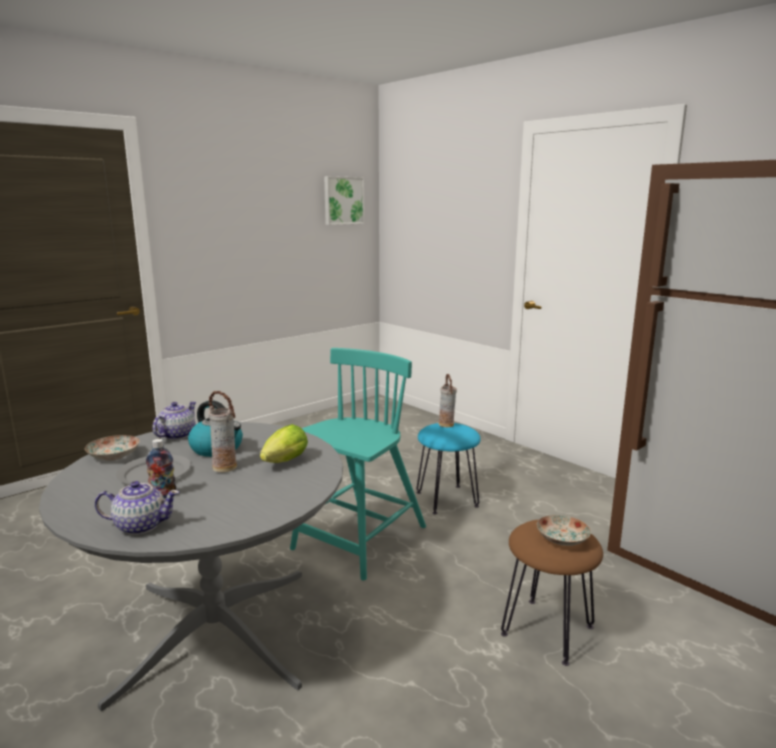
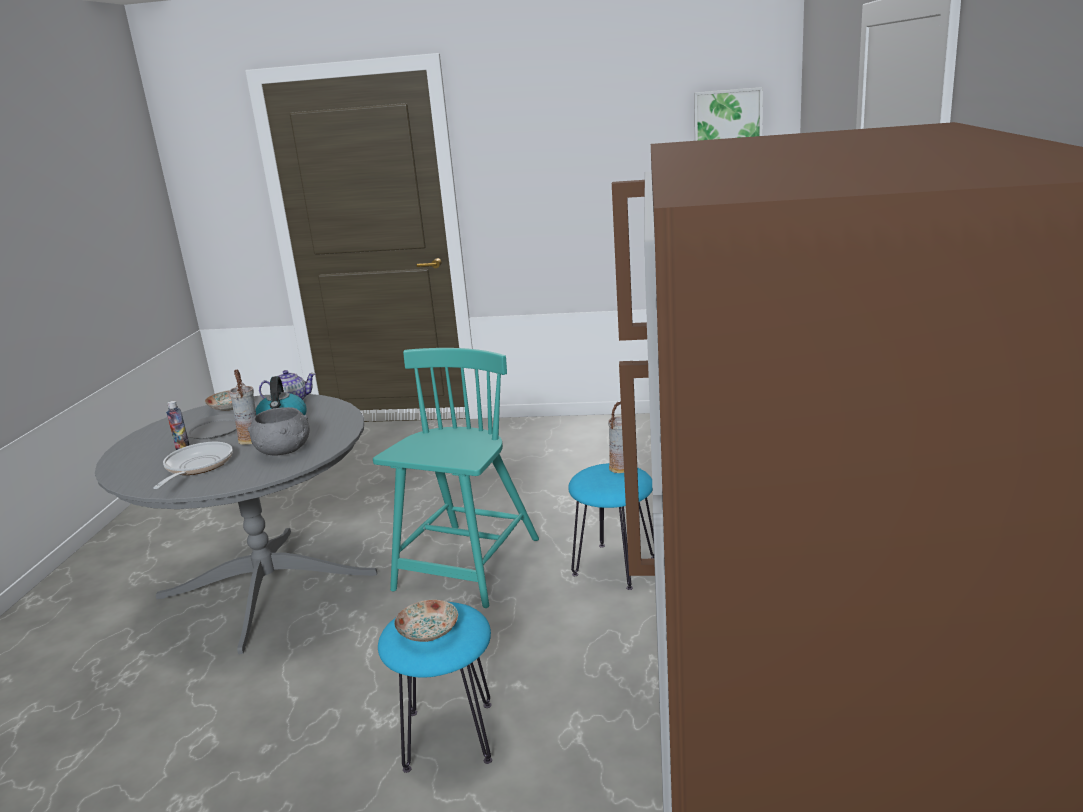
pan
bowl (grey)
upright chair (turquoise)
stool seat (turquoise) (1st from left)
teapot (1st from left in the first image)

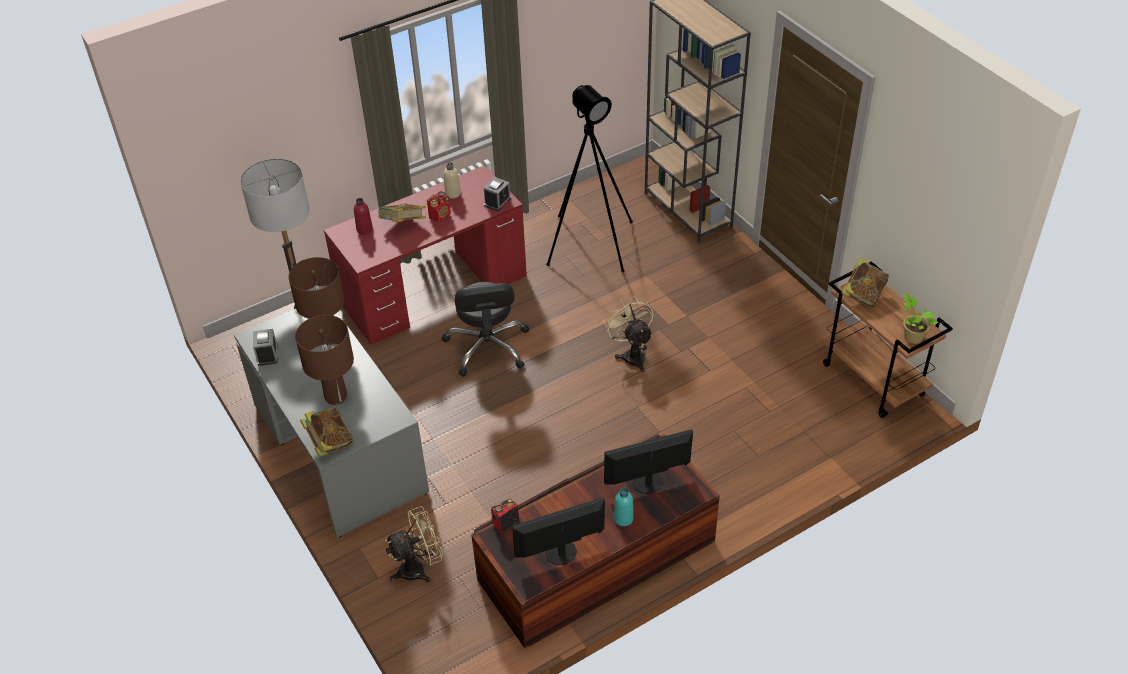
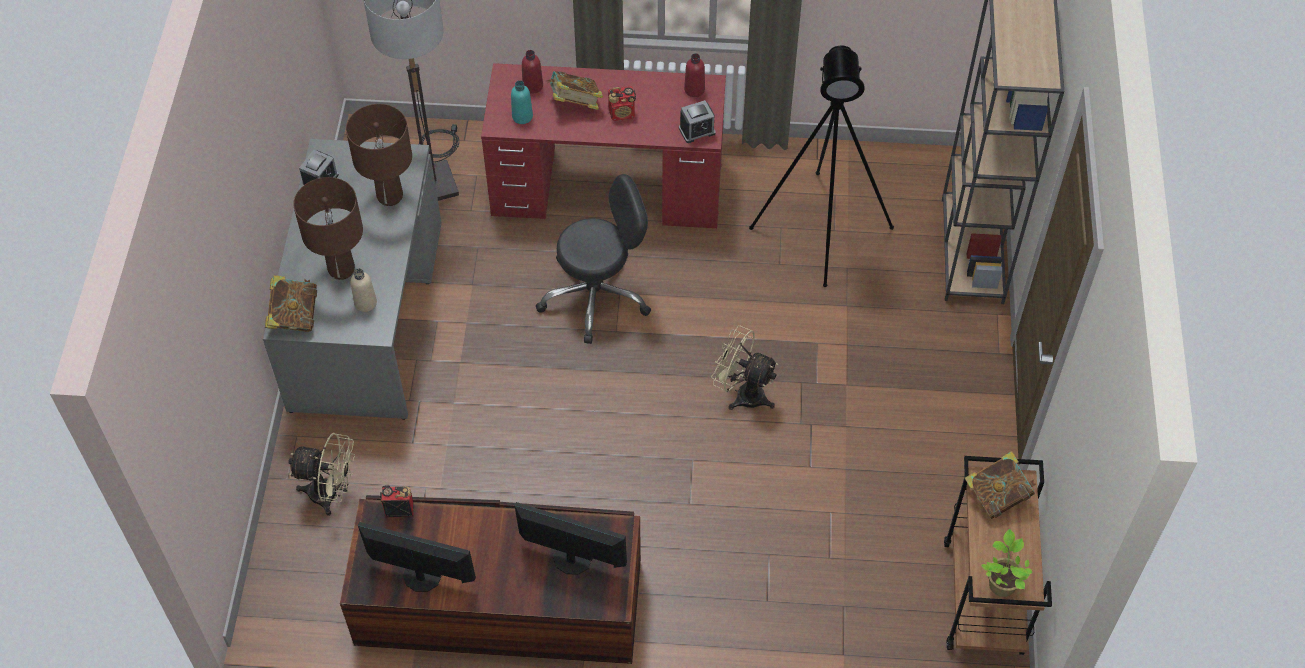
beverage bottle (sand-coloured)
beverage bottle (turquoise)
computer chair (blackish)
beverage bottle (red-coloured) (2nd from left)
cooling fan (sand-coloured) (2nd from left)

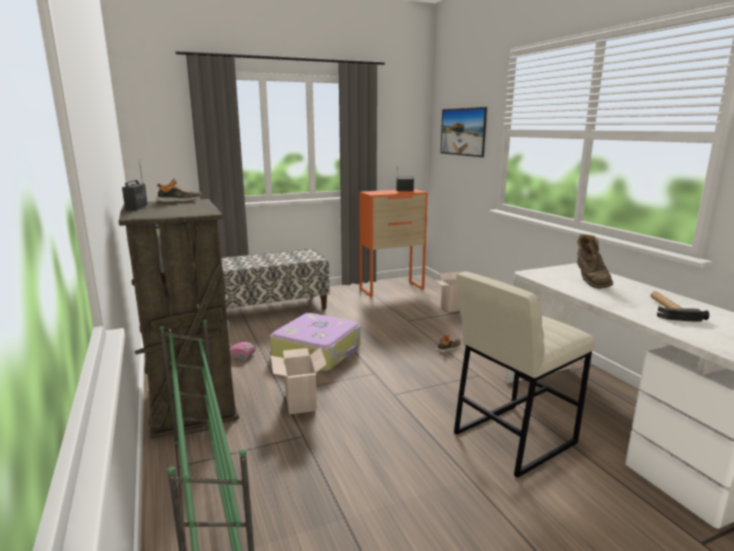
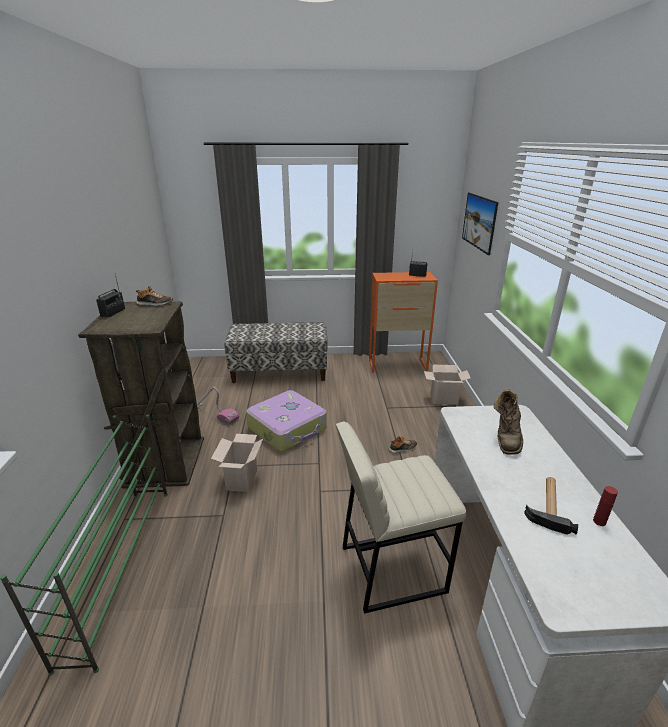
beverage bottle (red-coloured)

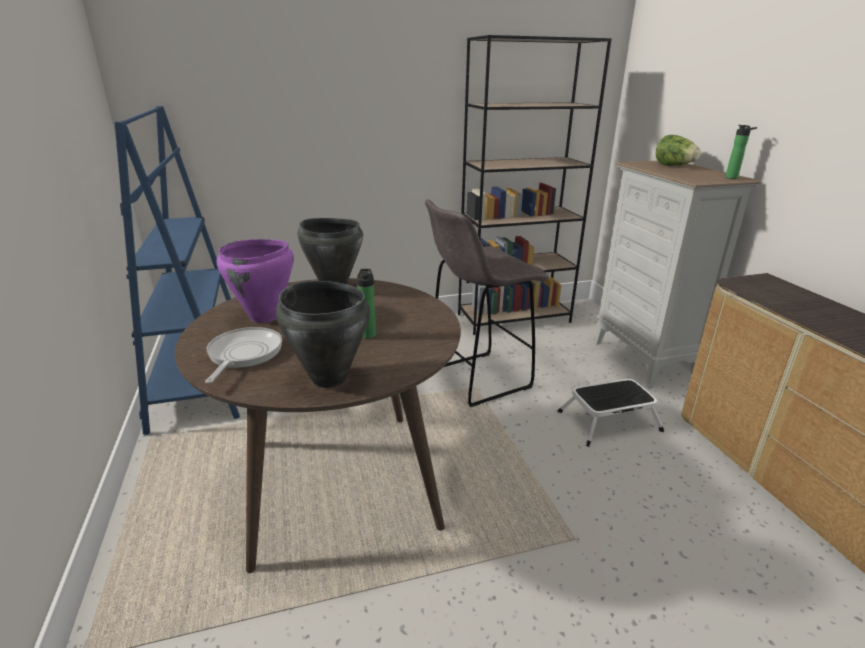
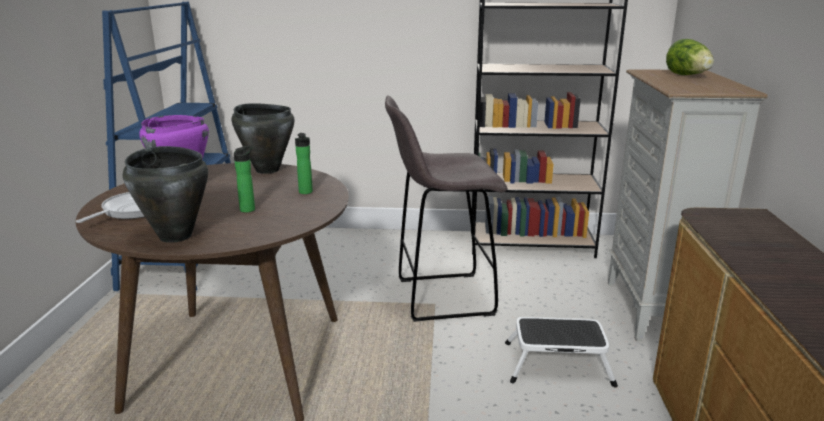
beverage bottle (2nd from left)

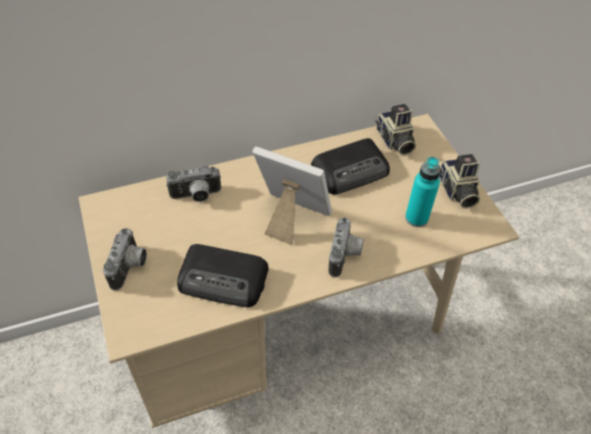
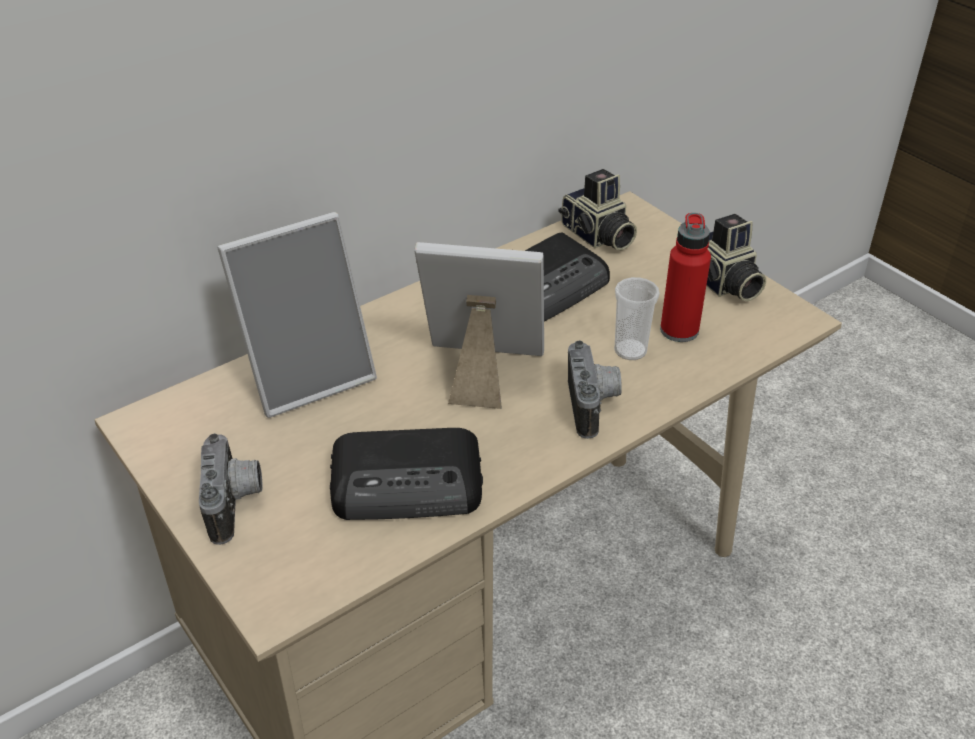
photo frame (1st from left)
small cup
beverage bottle (red-coloured)

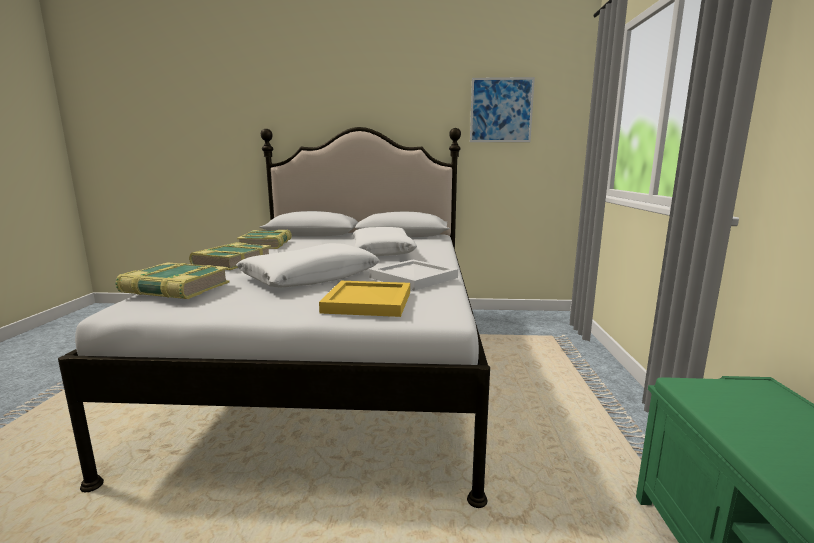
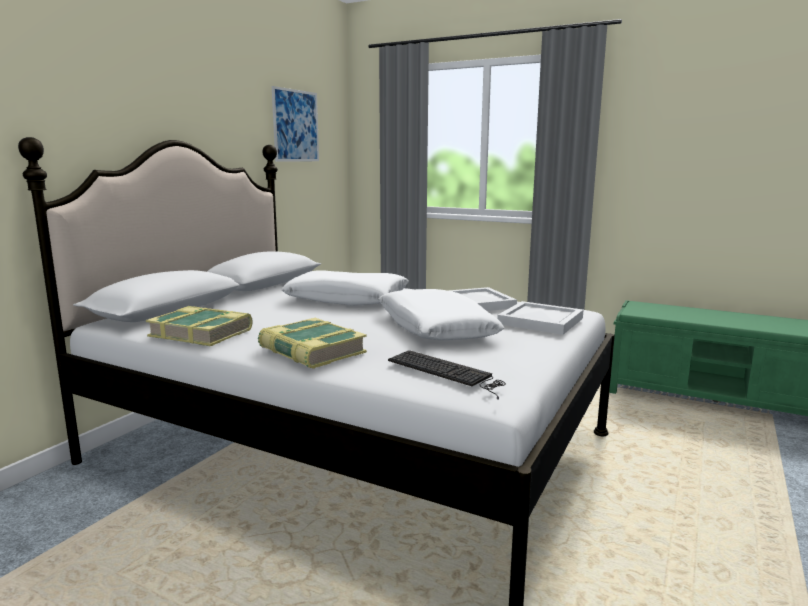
computer keyboard
serving tray (white-coloured) (2nd from left)

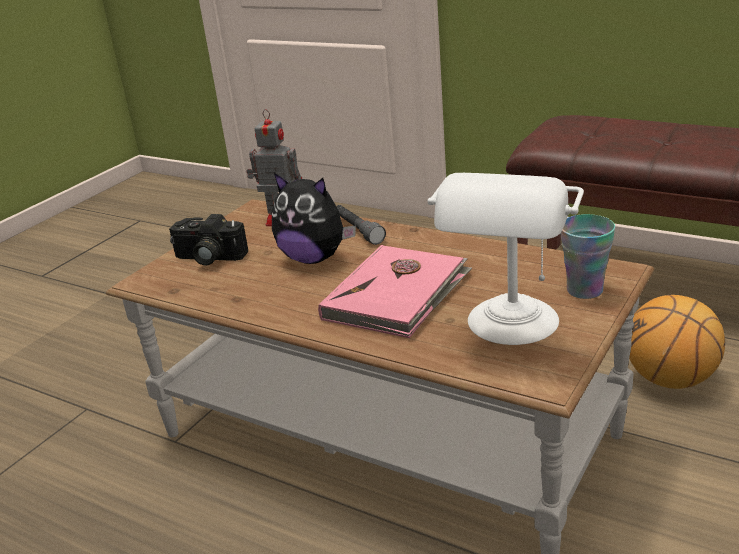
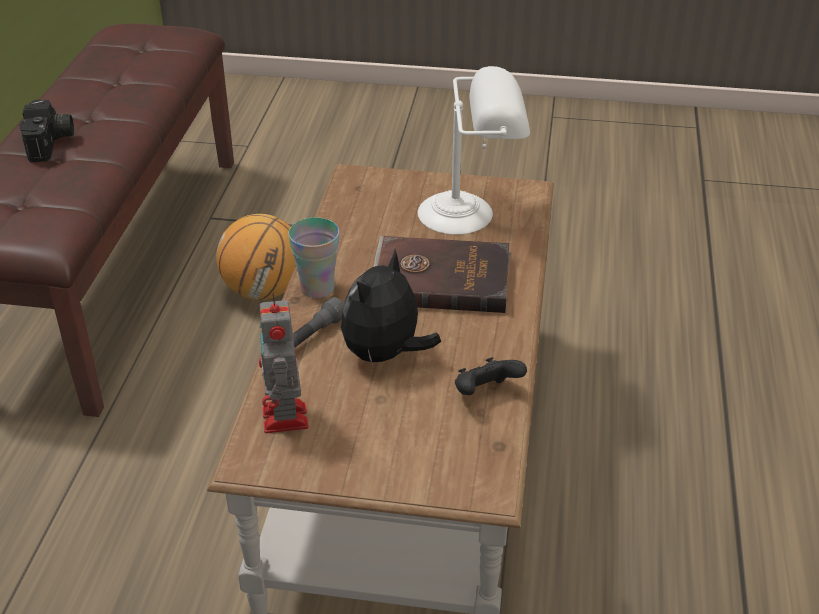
still camera
small cup
soft toy
book (brownish)
gamepad (blackish)

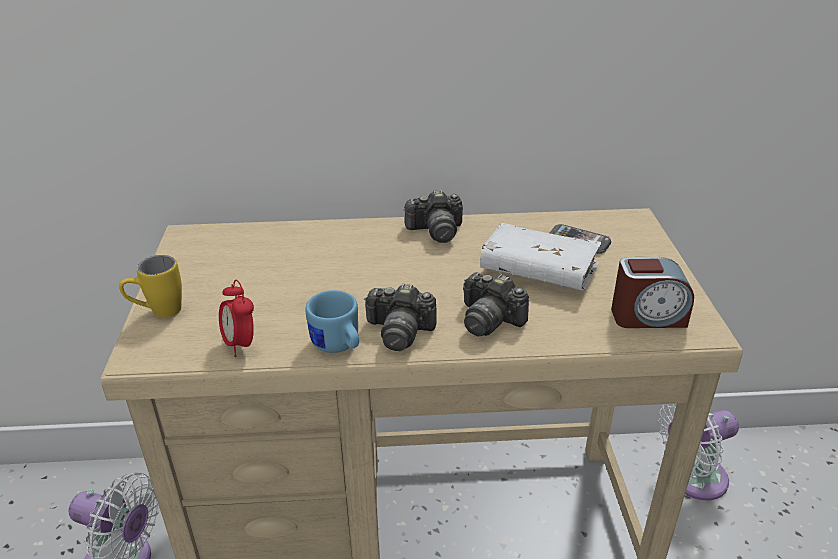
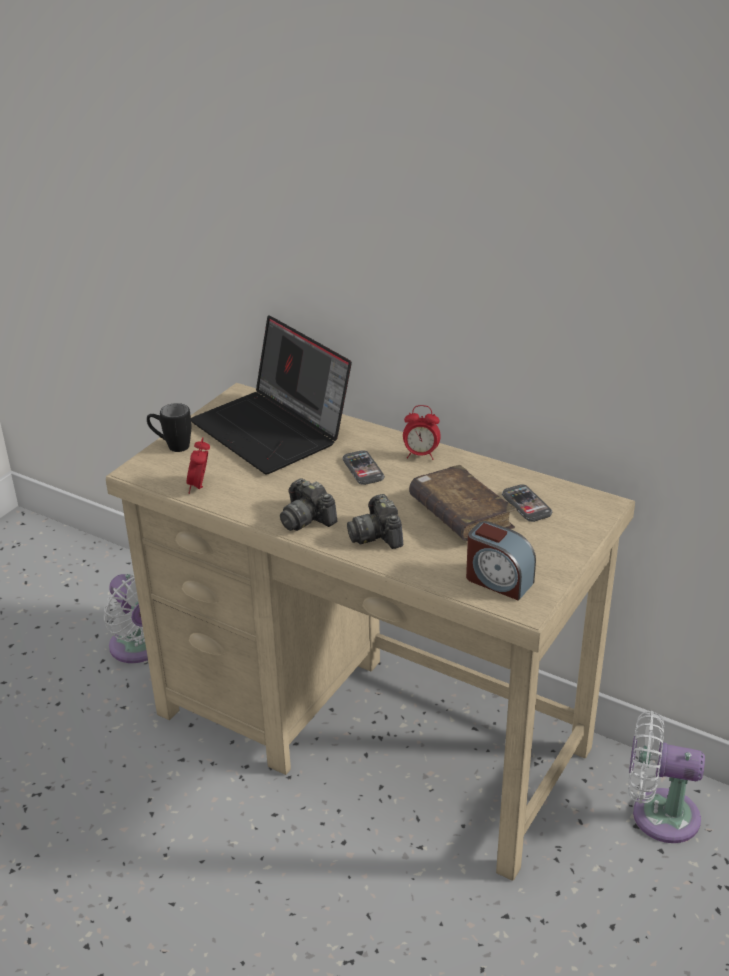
mug (blackish)
portable computer
handset (1st from left)
alarm clock (2nd from left)
book (brownish)
mug (bluish)

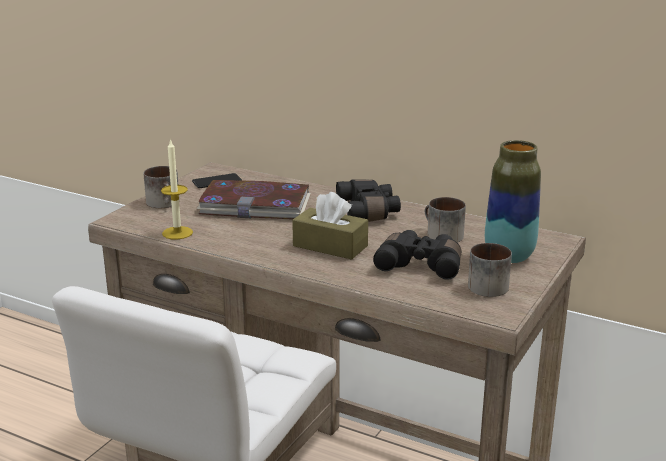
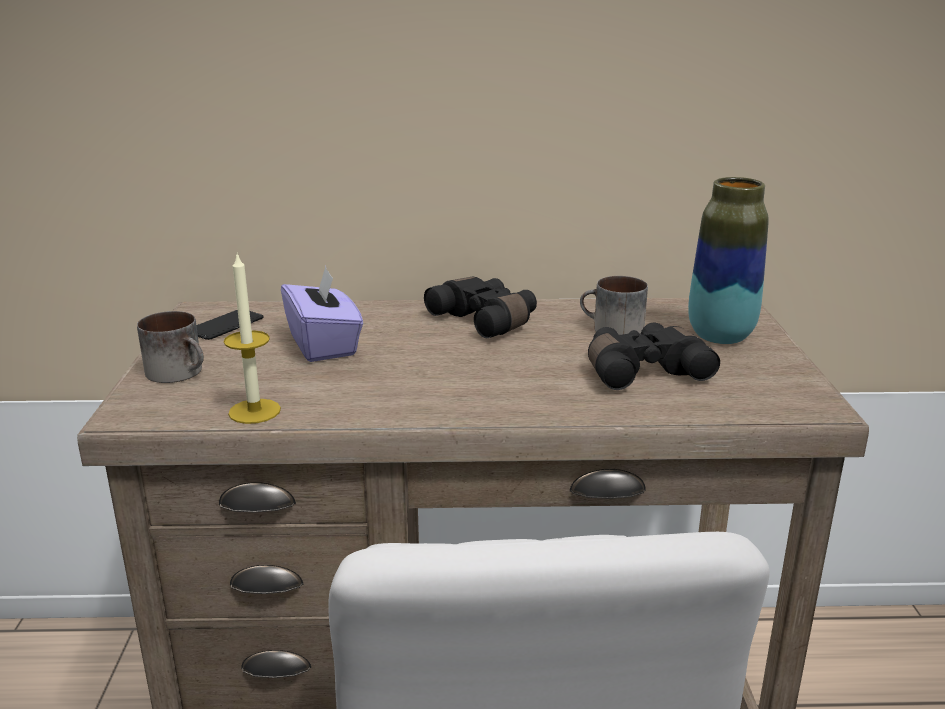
box of tissues (purplish)
box of tissues (brownish)
mug (3rd from left in the first image)

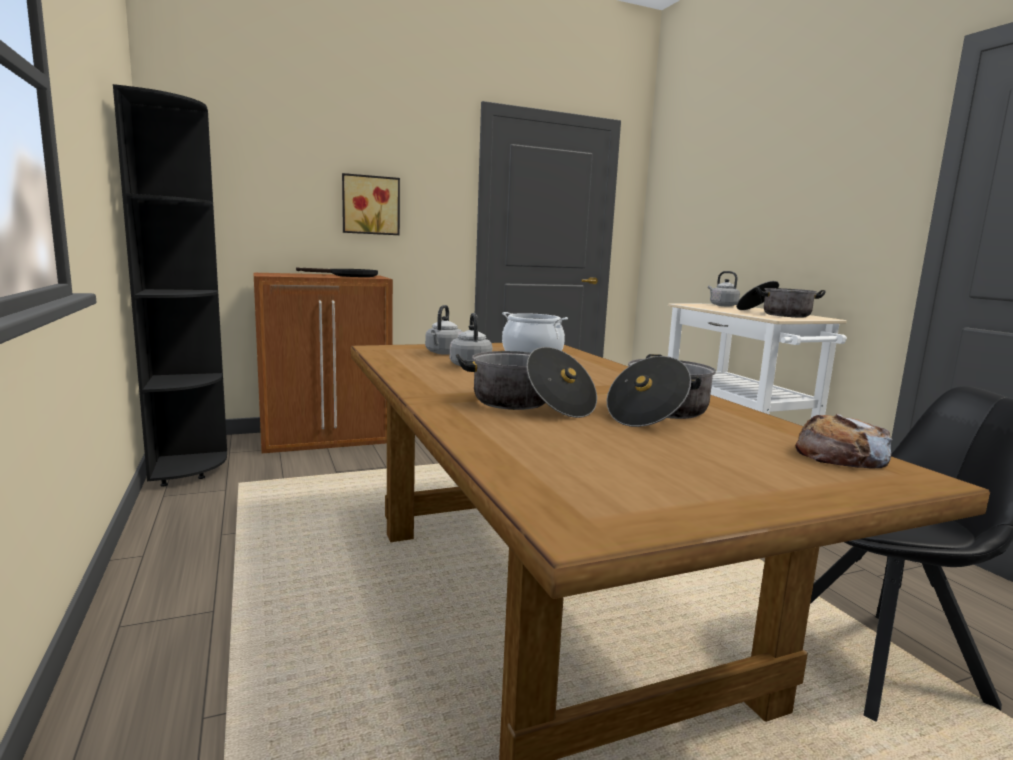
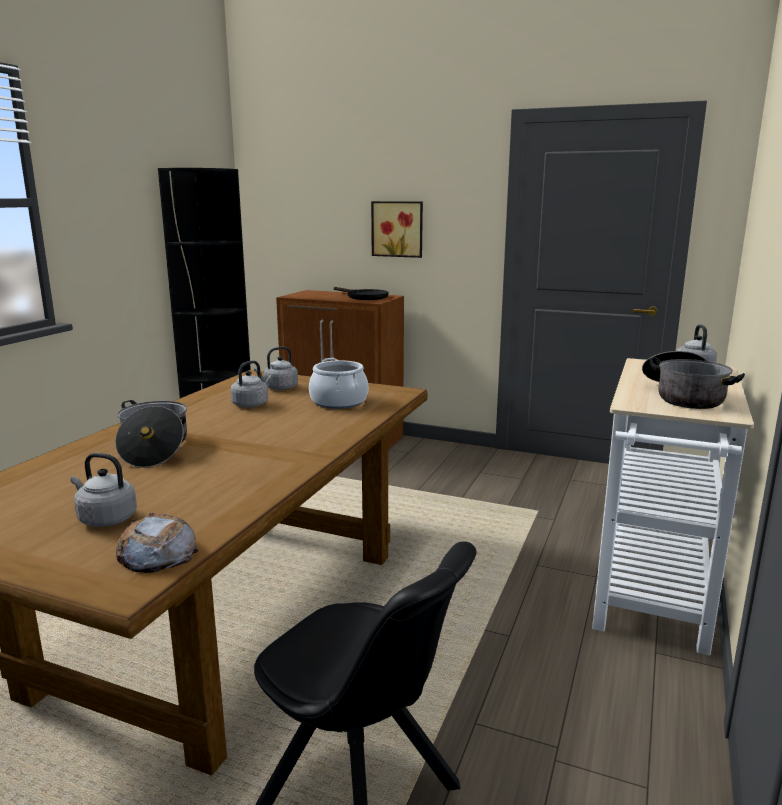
water kettle (grey) (1st from left)
stockpot (3rd from left in the first image)

